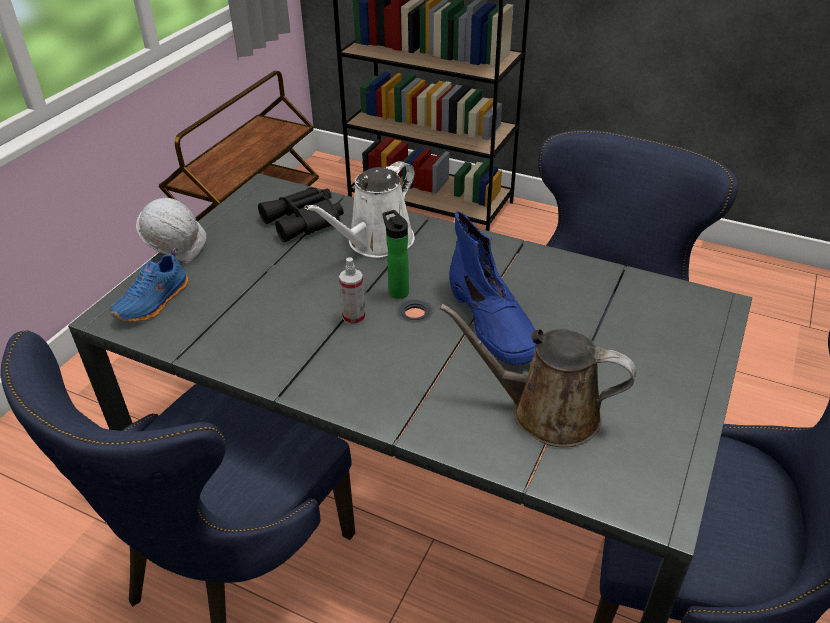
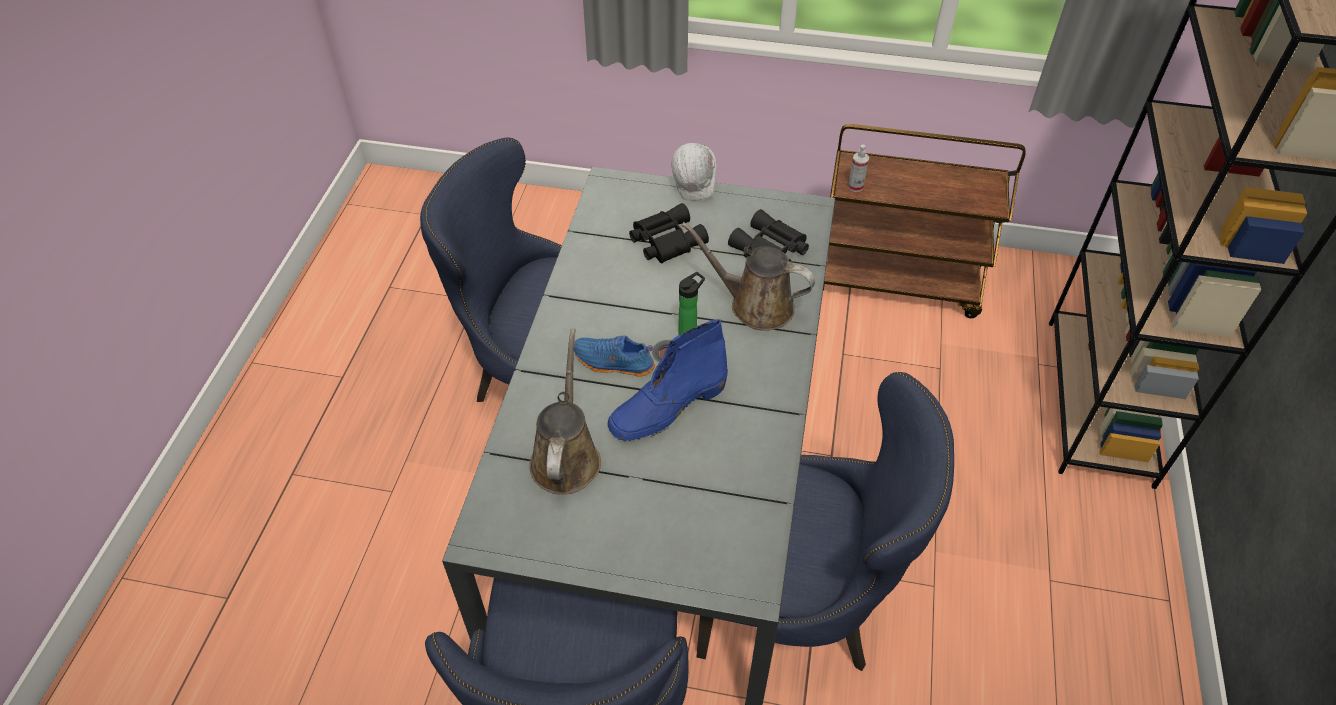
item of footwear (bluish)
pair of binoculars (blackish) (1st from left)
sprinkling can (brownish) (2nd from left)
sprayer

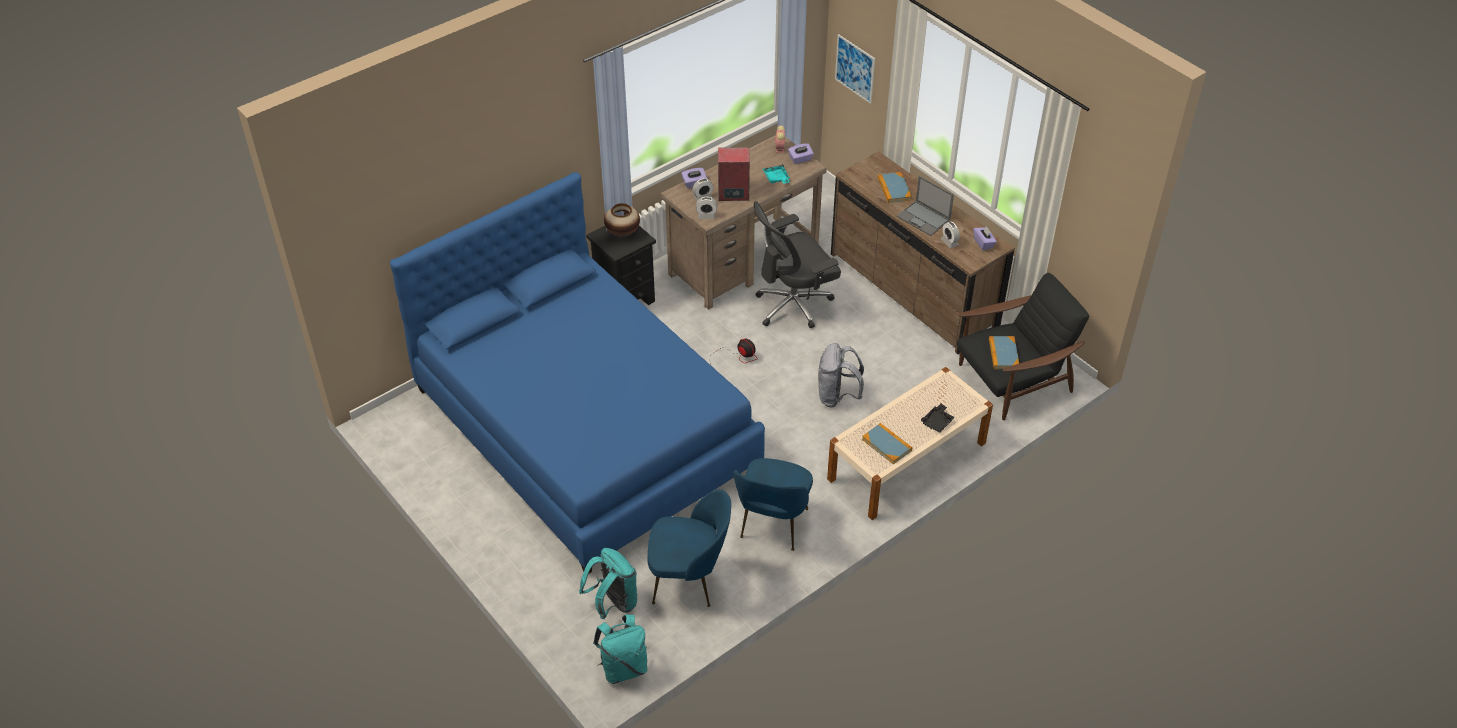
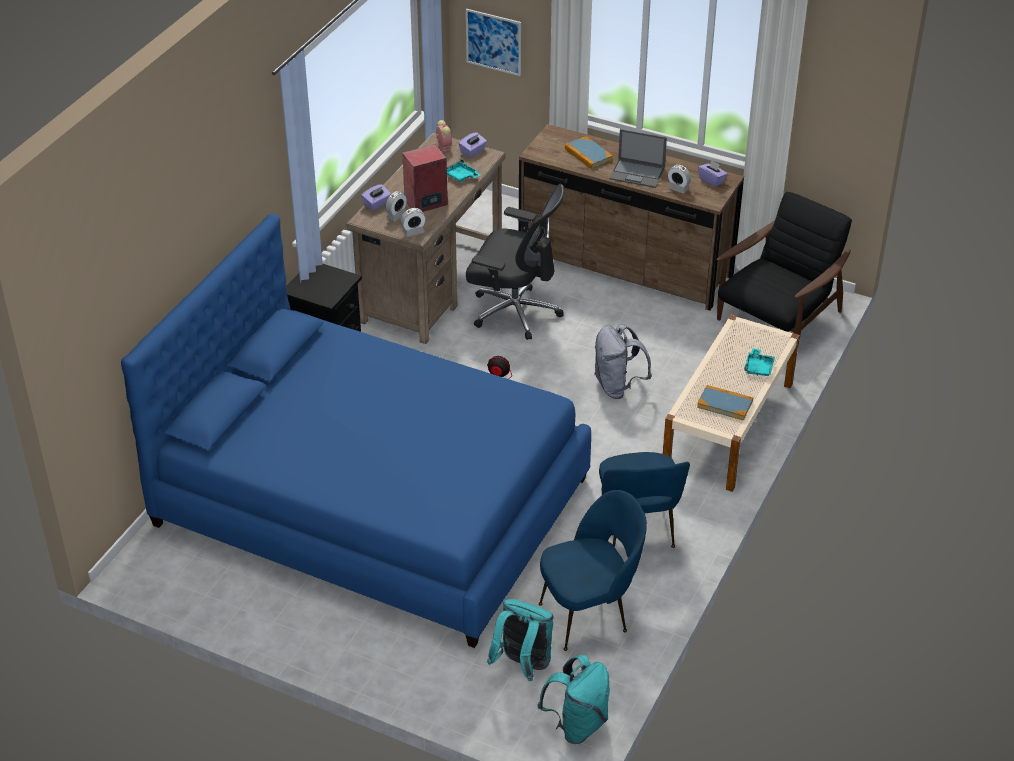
computer chair
serving tray (turquoise) (2nd from left)
vase
book (3rd from left in the first image)

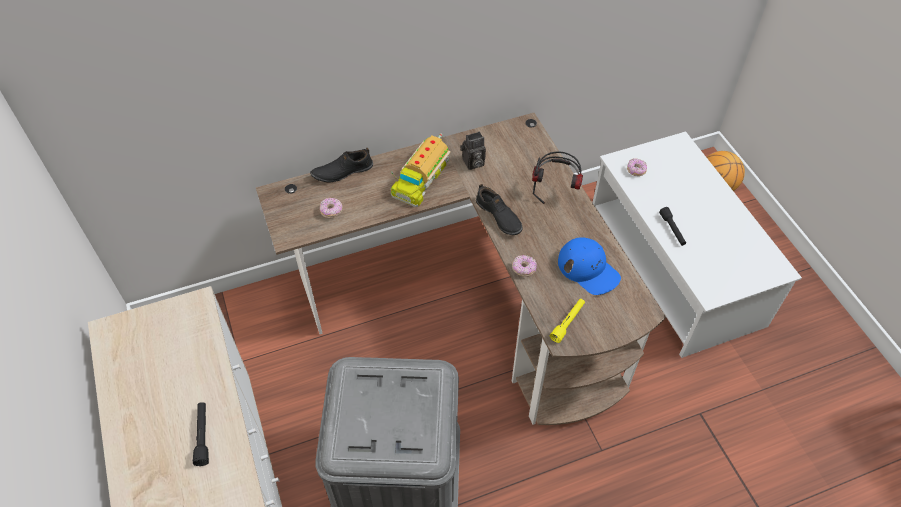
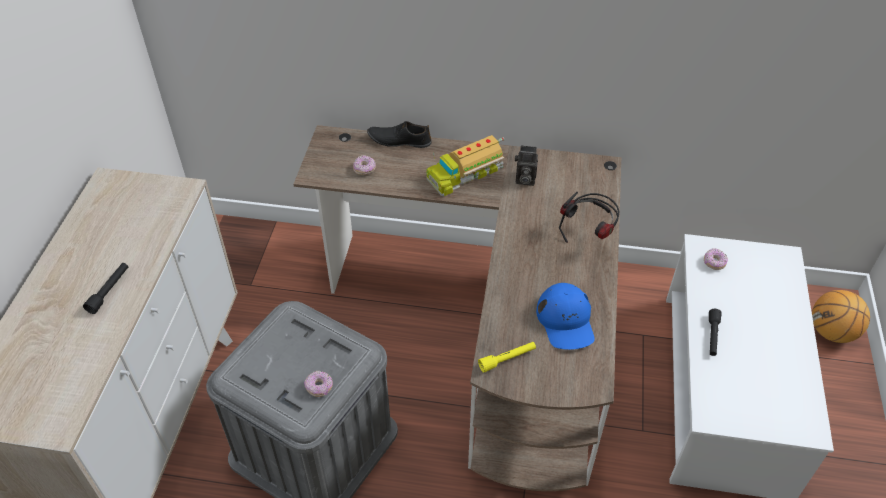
ring doughnut (1st from left)
item of footwear (blackish) (2nd from left in the first image)

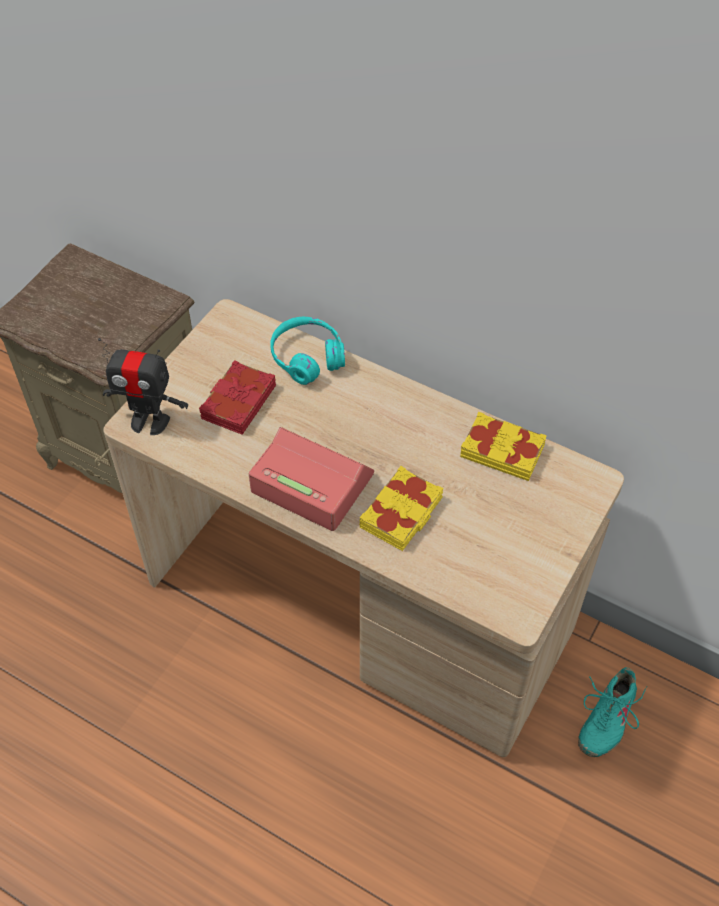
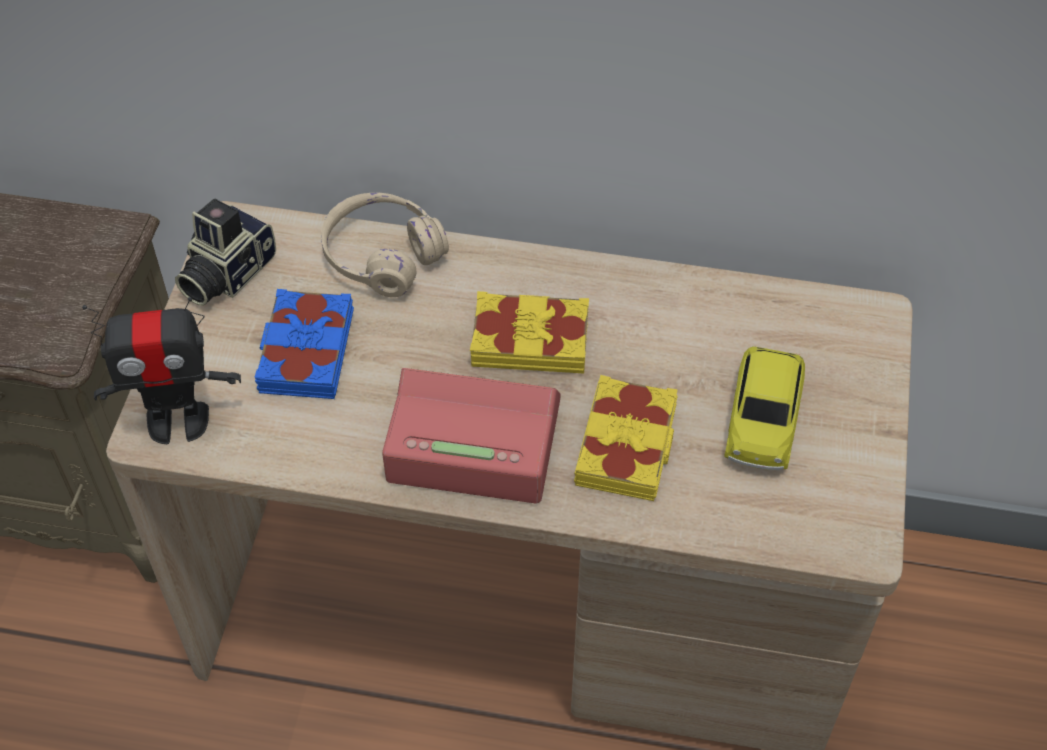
still camera
book (bluish)
headphones (sand-coloured)
book (yellow) (1st from left)
model car
item of footwear (turquoise)

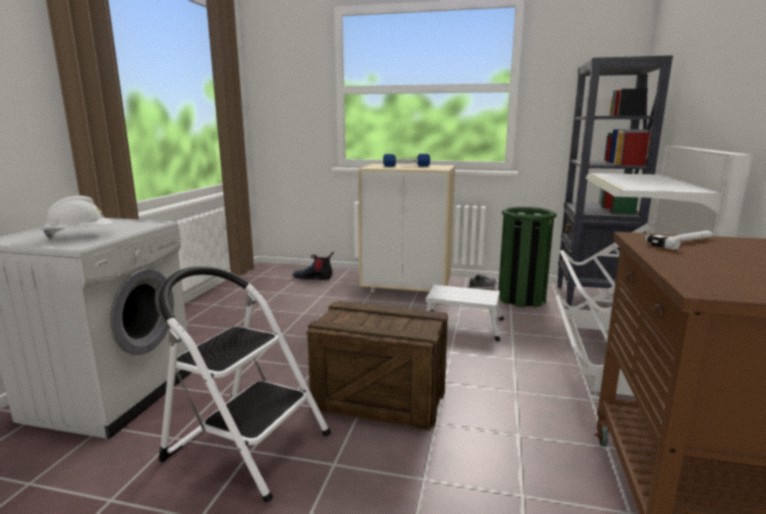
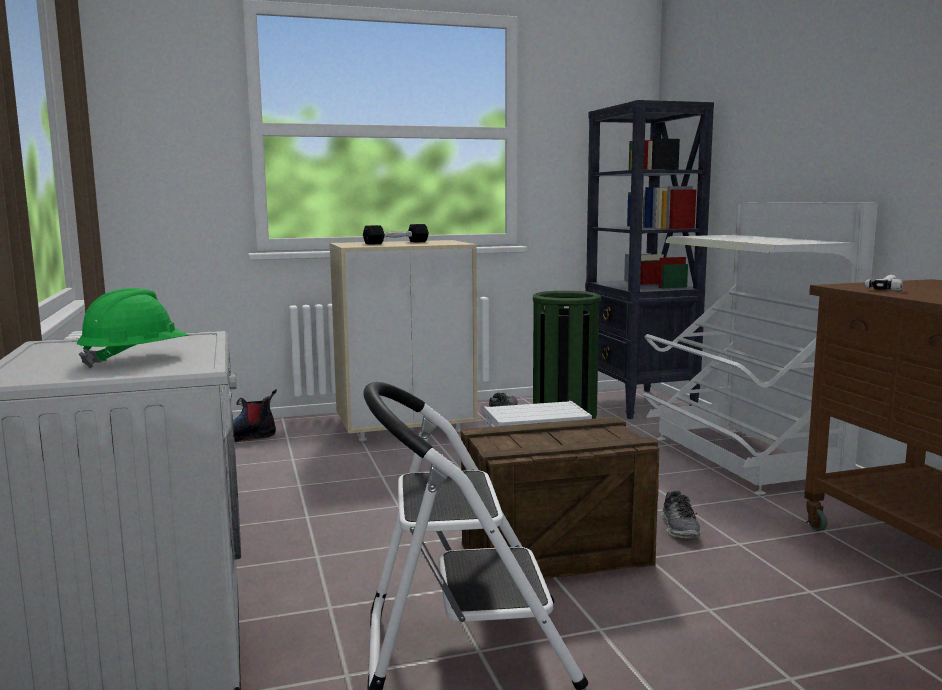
work helmet (greenish)
dumbbell (blackish)
item of footwear (2nd from left)

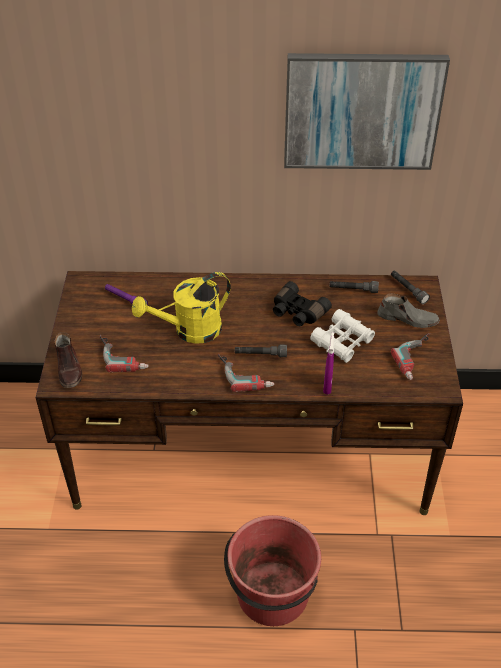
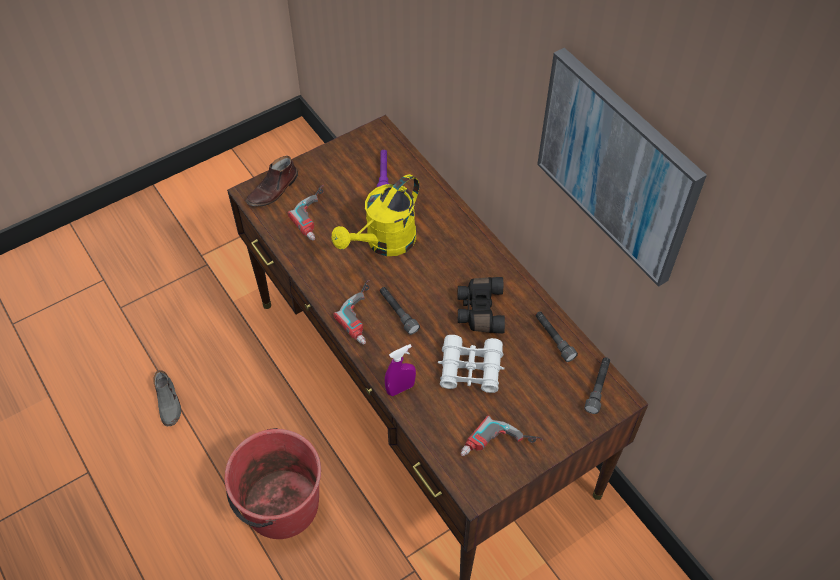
item of footwear (grey)
sprinkling can (yellow)

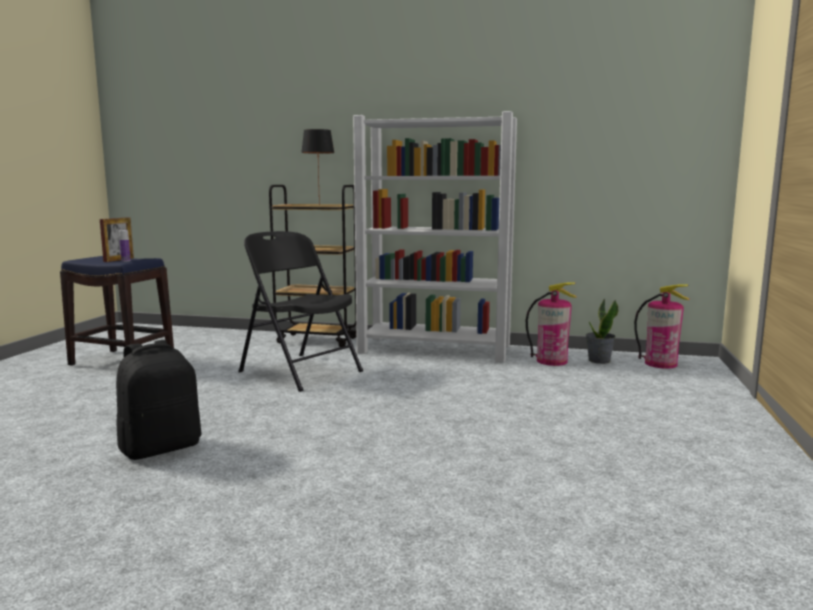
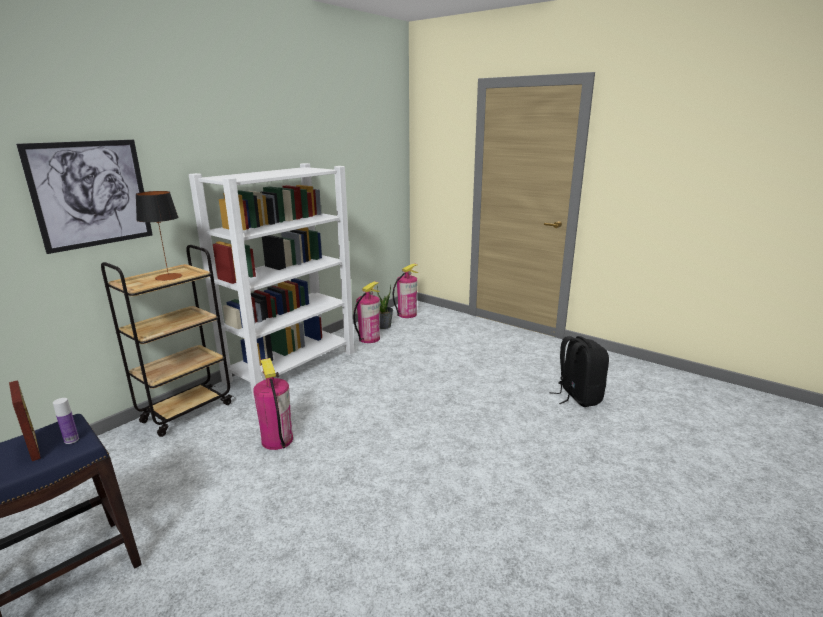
wall picture
fire-fighting cylinder (1st from left)
backpack (blackish)

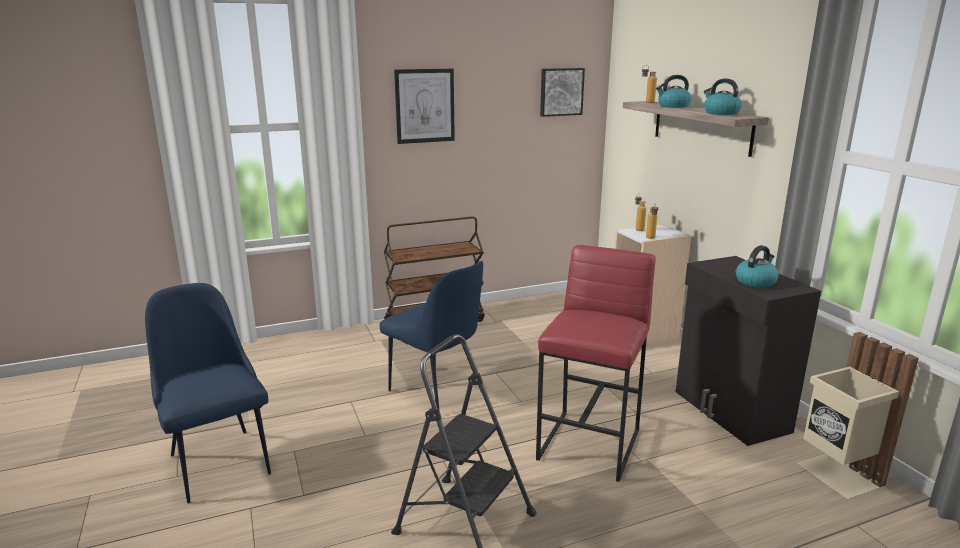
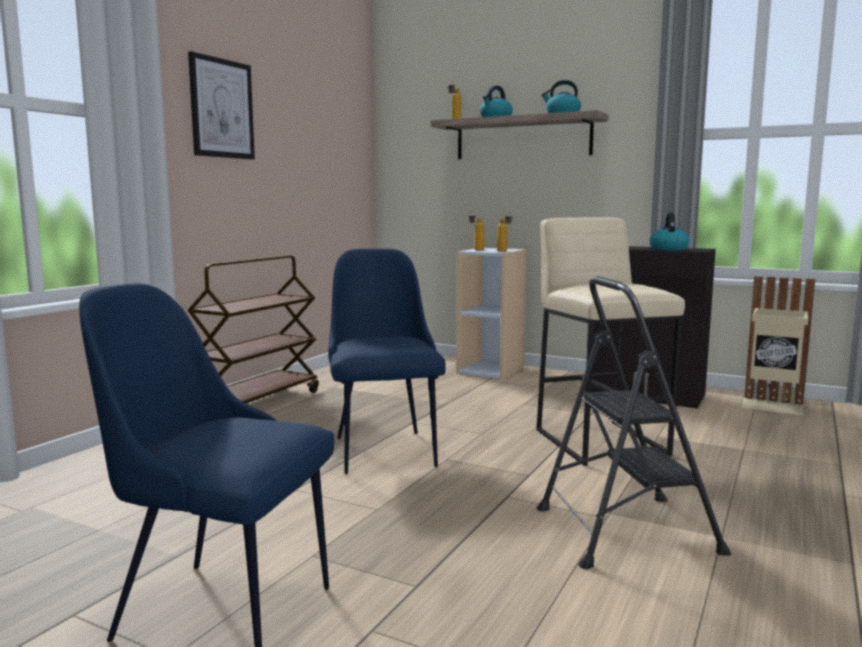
upright chair (bluish) (2nd from left)
stool seat (sand-coloured)
wall picture (2nd from left in the first image)

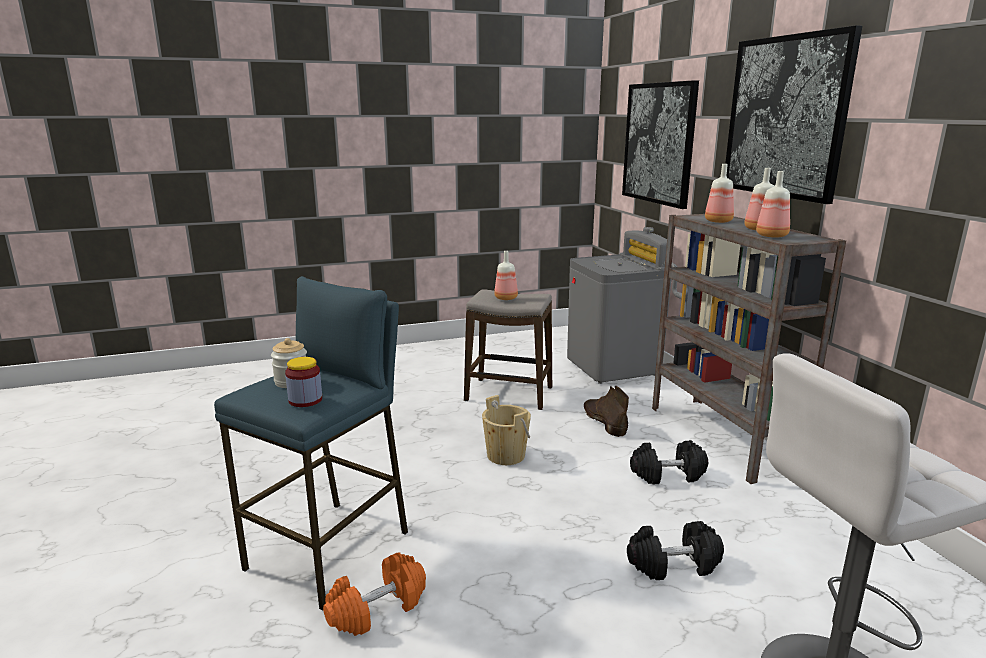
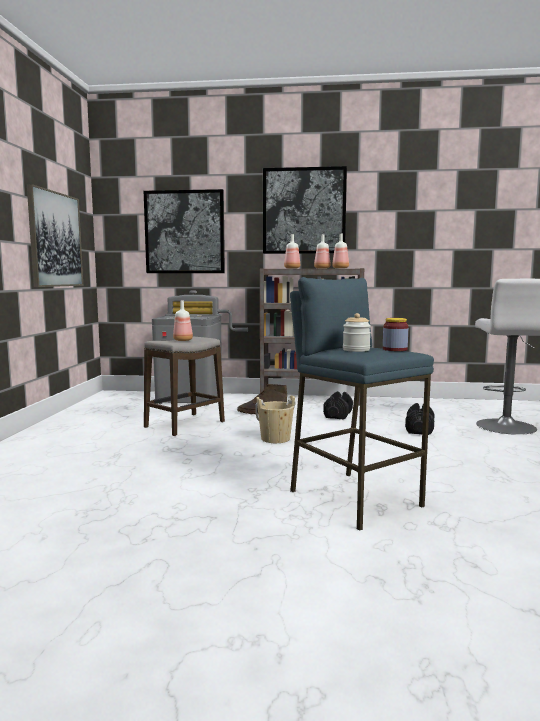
wall picture (1st from left)
dumbbell (orange)

